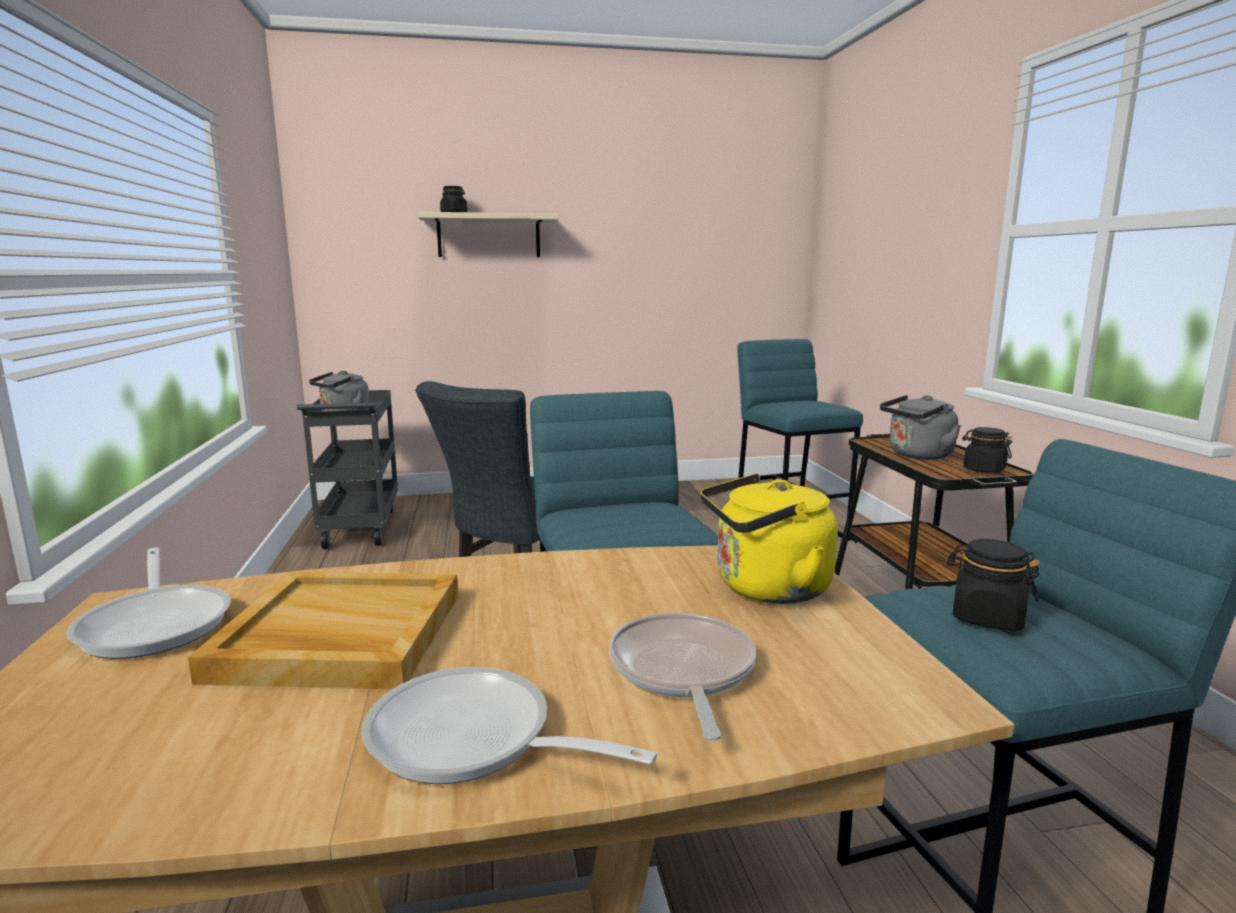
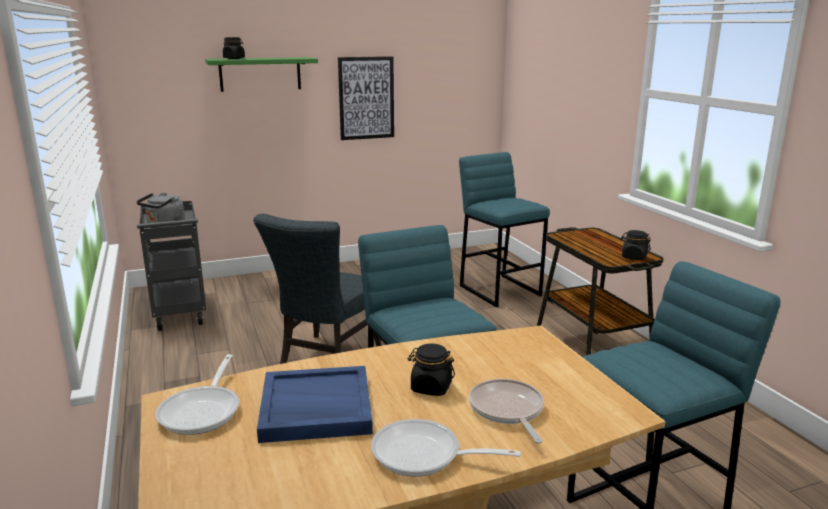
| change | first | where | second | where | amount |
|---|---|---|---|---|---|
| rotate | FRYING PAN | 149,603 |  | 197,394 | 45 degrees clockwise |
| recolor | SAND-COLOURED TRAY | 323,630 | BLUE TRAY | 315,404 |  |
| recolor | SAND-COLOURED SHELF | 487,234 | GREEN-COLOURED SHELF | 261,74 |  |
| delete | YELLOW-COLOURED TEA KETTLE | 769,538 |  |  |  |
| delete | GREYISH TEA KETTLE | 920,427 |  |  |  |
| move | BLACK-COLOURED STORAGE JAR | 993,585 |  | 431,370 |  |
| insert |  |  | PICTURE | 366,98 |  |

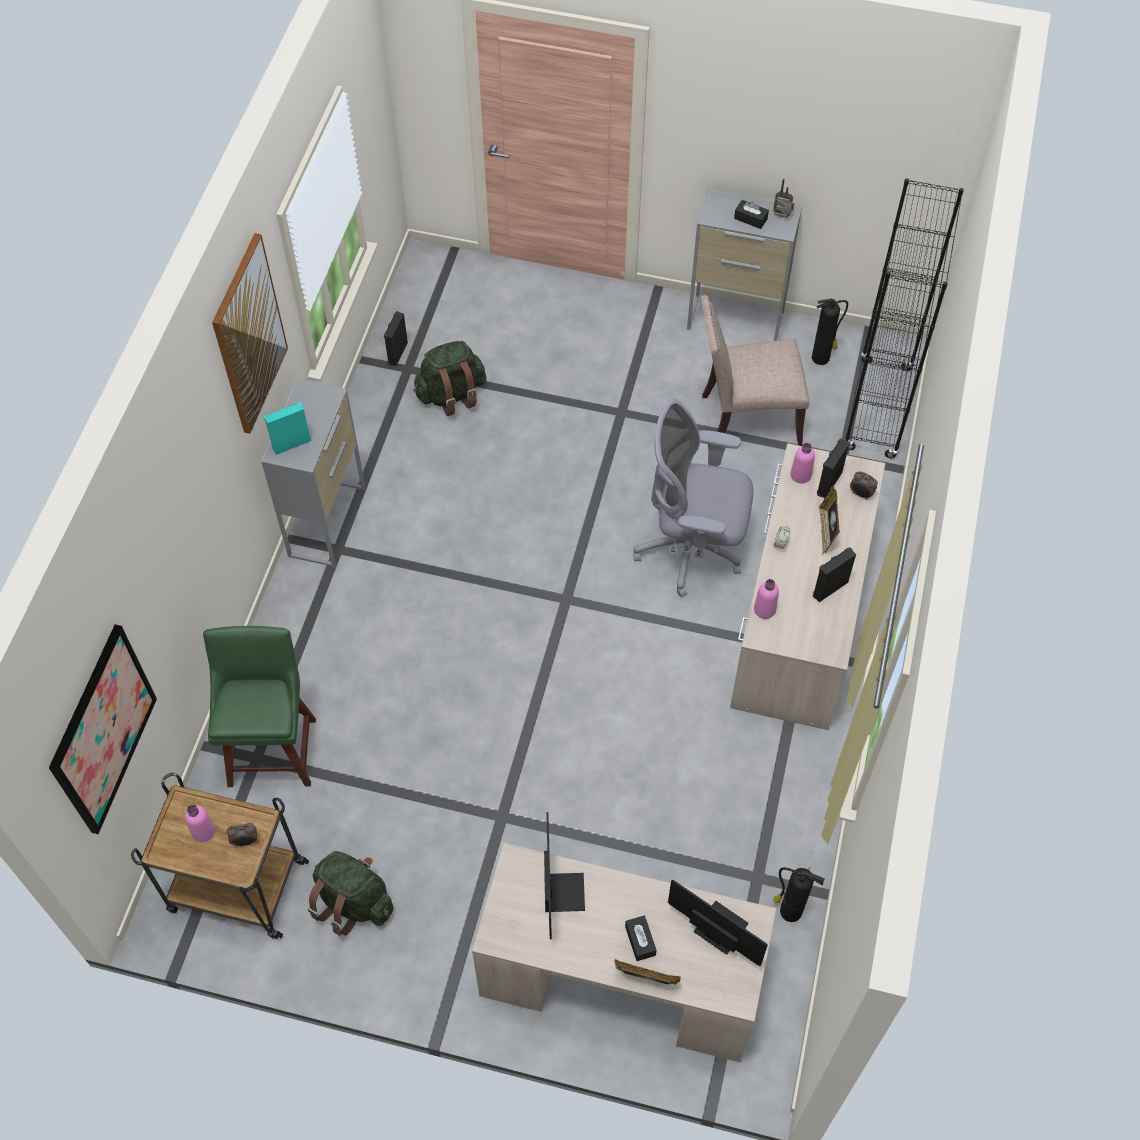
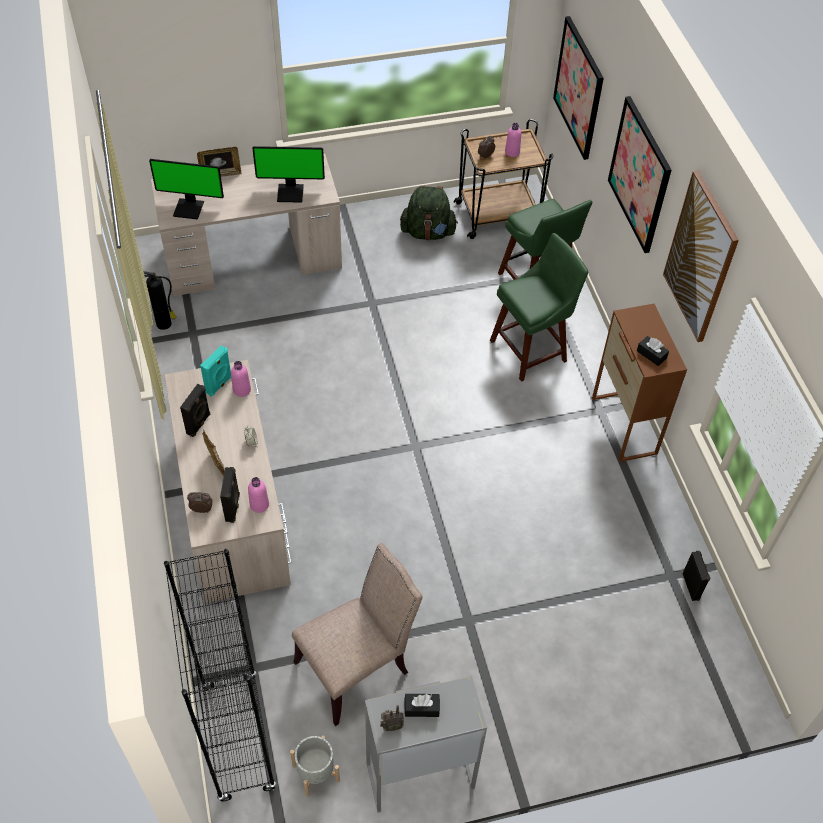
| change | first | where | second | where | amount |
|---|---|---|---|---|---|
| recolor | GREYISH CABINET | 313,473 | BROWN CABINET | 639,383 |  |
| move | TURQUOISE-COLOURED AUDIO SPEAKER | 287,428 |  | 215,371 |  |
| delete | GREEN-COLOURED KNAPSACK | 450,378 |  |  |  |
| rotate | COMPUTER DISPLAY | 564,875 |  | 288,174 | 60 degrees counterclockwise |
| move | BLACK-COLOURED TISSUE HOLDER | 640,938 |  | 653,351 |  |
| delete | GREYISH OFFICE CHAIR | 693,497 |  |  |  |
| replace | FIRE-FIGHTING CYLINDER | 830,331 | GREYISH FLOWER POT | 315,766 |  |
| insert |  |  | GREEN-COLOURED CHAIR | 539,307 |  |
| insert |  |  | PICTURE | 639,174 |  |

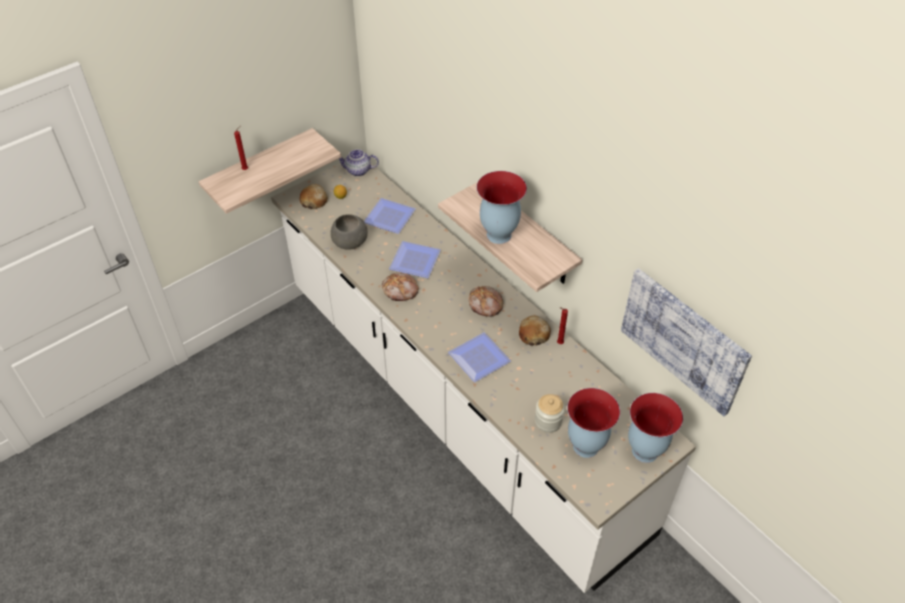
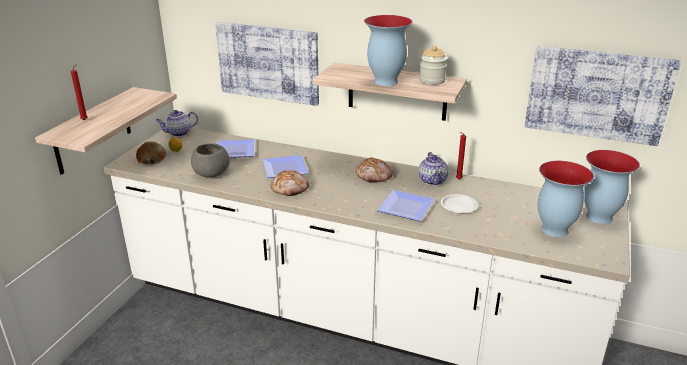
| change | first | where | second | where | amount |
|---|---|---|---|---|---|
| replace | BAKED BREAD | 535,330 | TEA POT | 433,169 |  |
| move | STORAGE JAR | 550,413 |  | 433,65 |  |
| insert |  |  | PICTURE | 267,64 |  |
| insert |  |  | WHITE-COLOURED DINNER PLATE | 459,204 |  |

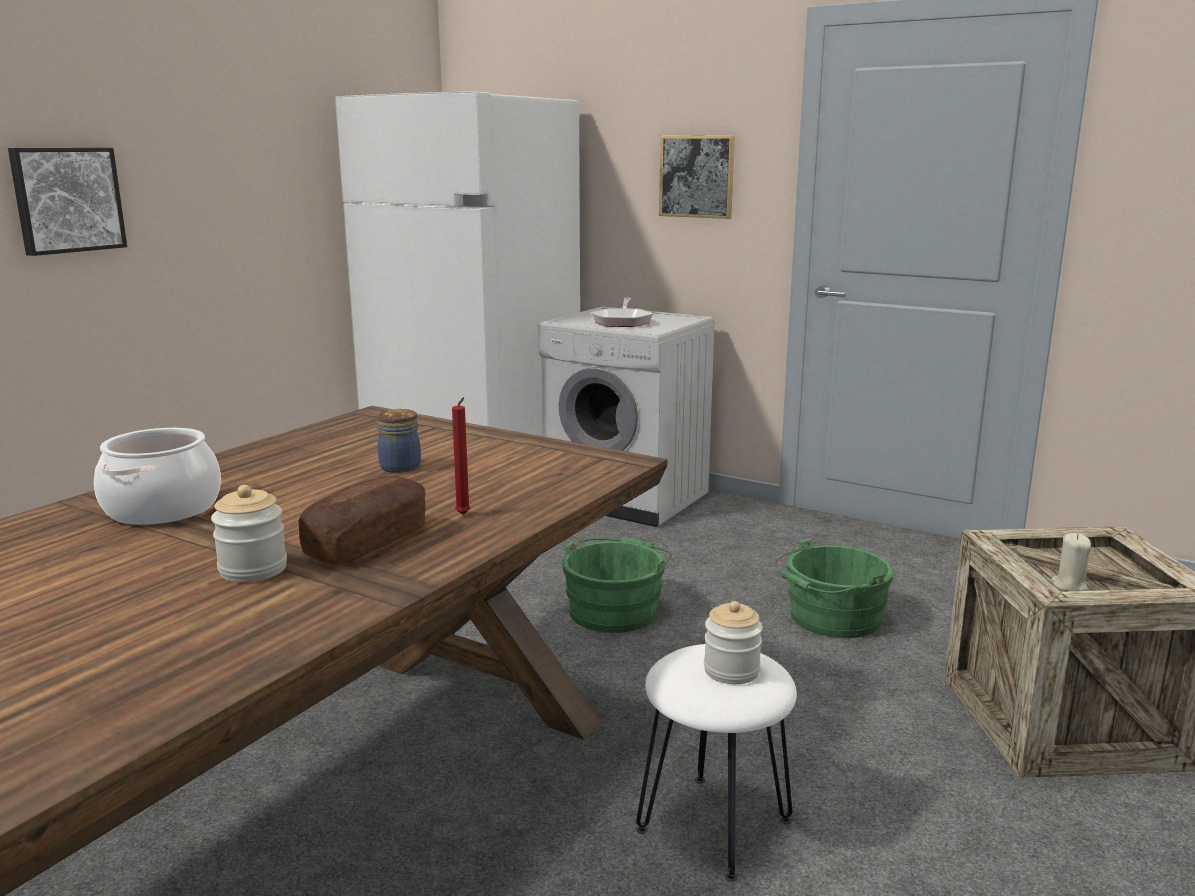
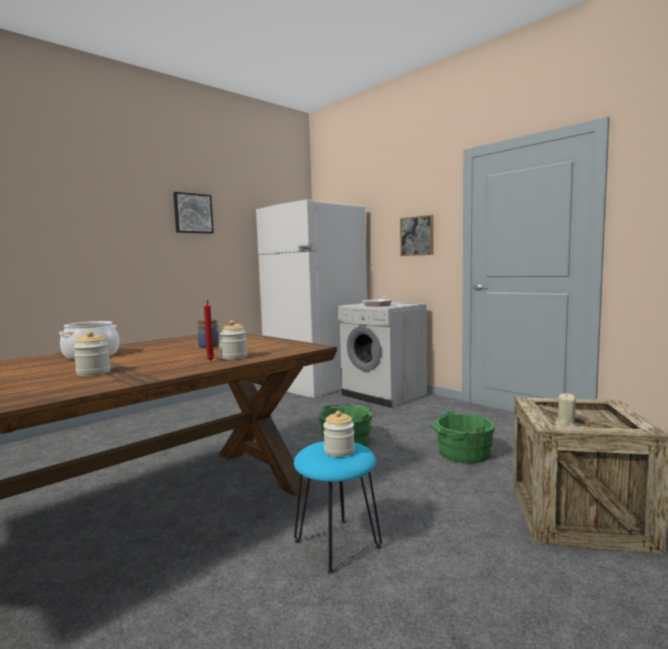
| change | first | where | second | where | amount |
|---|---|---|---|---|---|
| move | PICTURE | 67,202 |  | 193,213 |  |
| delete | BAKED BREAD | 362,520 |  |  |  |
| recolor | WHITE-COLOURED STOOL | 716,763 | TURQUOISE-COLOURED STOOL | 338,507 |  |
| insert |  |  | STORAGE JAR | 233,340 |  |

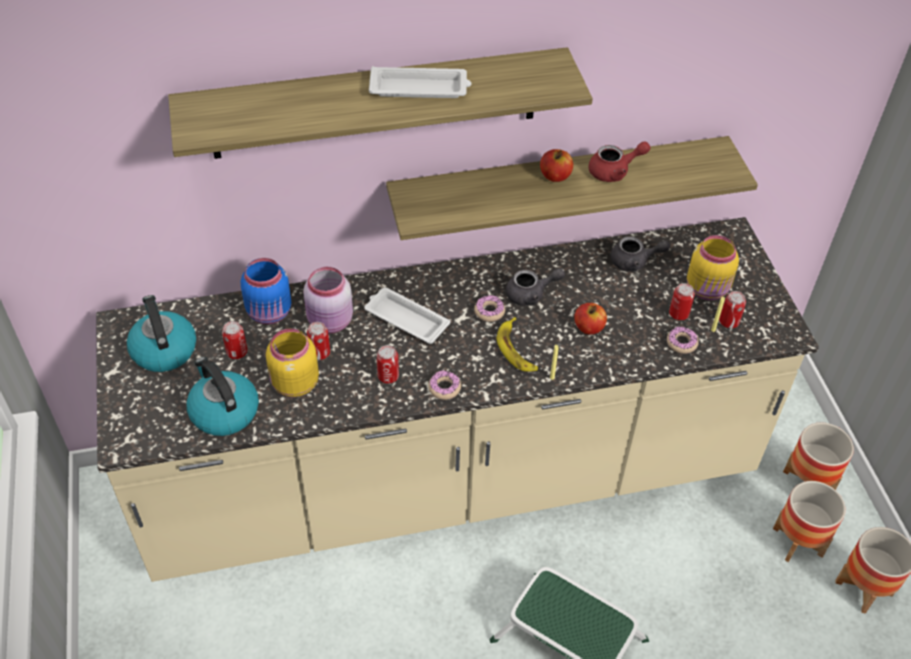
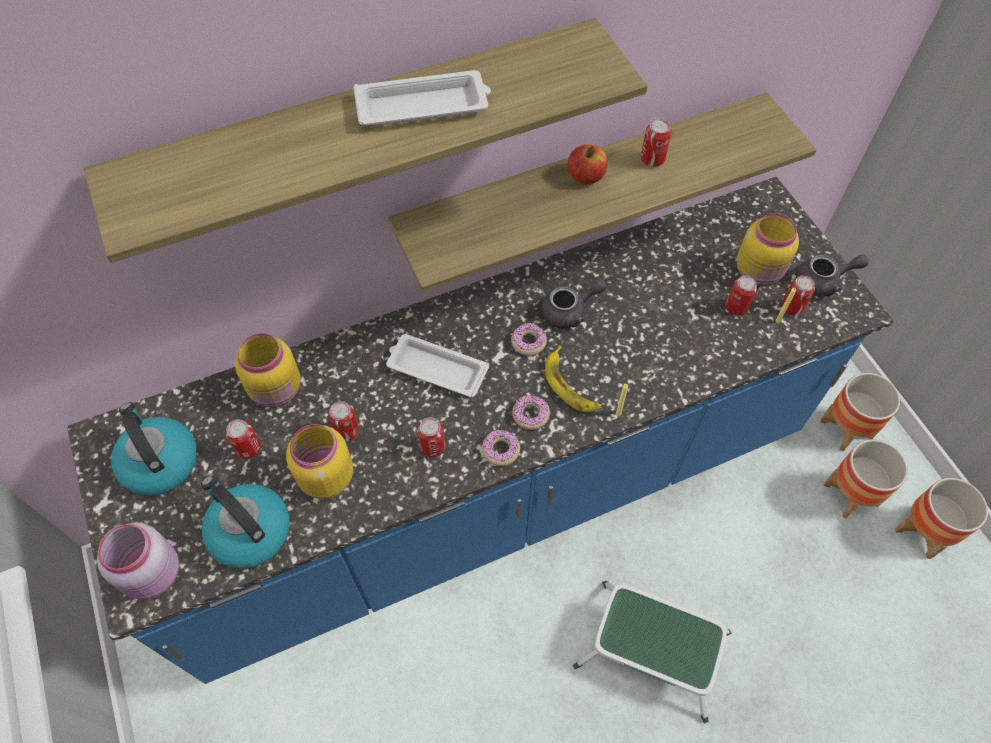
| change | first | where | second | where | amount |
|---|---|---|---|---|---|
| recolor | SAND-COLOURED KITCHEN COUNTER | 457,399 | BLUE KITCHEN COUNTER | 480,430 |  |
| recolor | BLUE STORAGE JAR | 266,291 | YELLOW-COLOURED STORAGE JAR | 267,370 |  |
| move | PINKISH STORAGE JAR | 328,300 |  | 138,561 |  |
| delete | APPLE | 590,318 |  |  |  |
| replace | RED-COLOURED TEA POT | 619,161 | CAN | 656,142 |  |
| move | GREYISH TEA POT | 640,254 |  | 832,275 |  |
| move | RING DOUGHNUT | 683,340 |  | 531,412 |  |

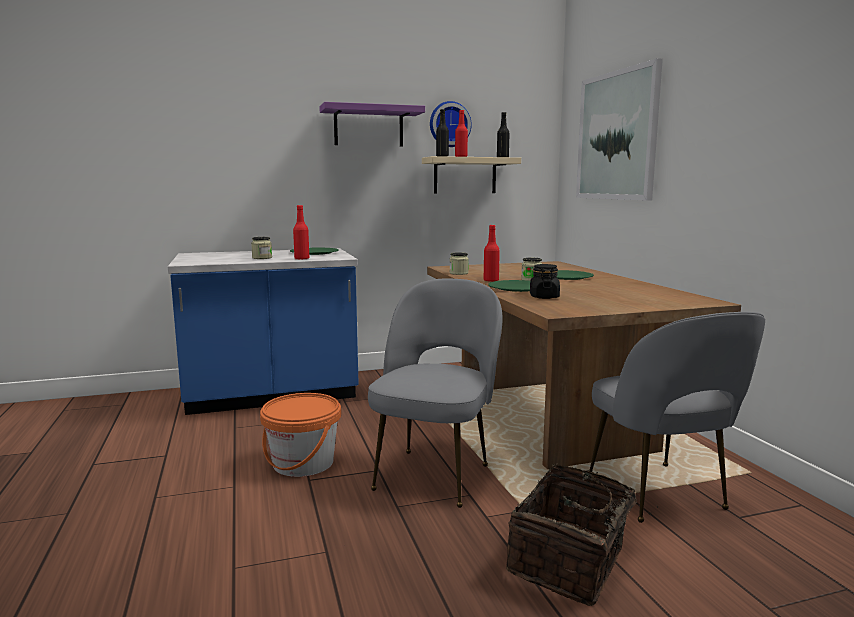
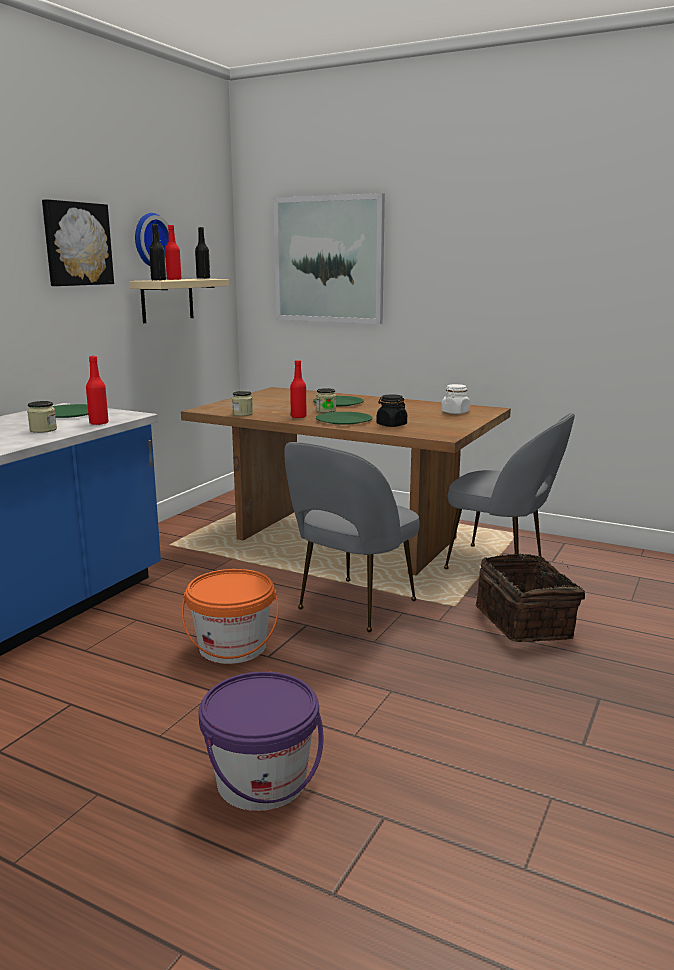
| change | first | where | second | where | amount |
|---|---|---|---|---|---|
| replace | PURPLISH SHELF | 372,124 | PICTURE | 78,242 |  |
| rotate | GREYISH CHAIR | 435,393 |  | 352,537 | 120 degrees counterclockwise |
| insert |  |  | PURPLISH BUCKET | 260,741 |  |
| insert |  |  | WHITE-COLOURED STORAGE JAR | 455,399 |  |

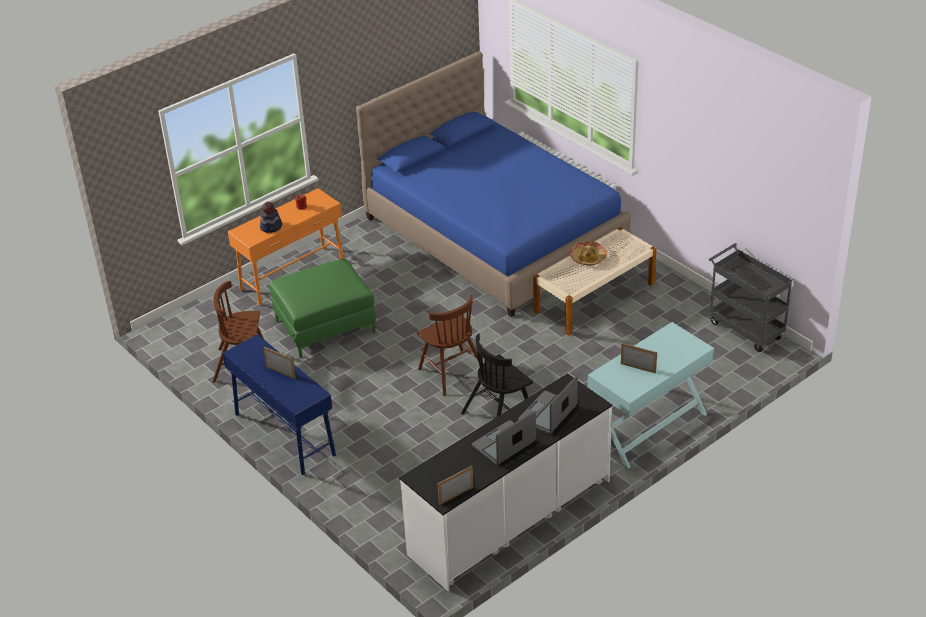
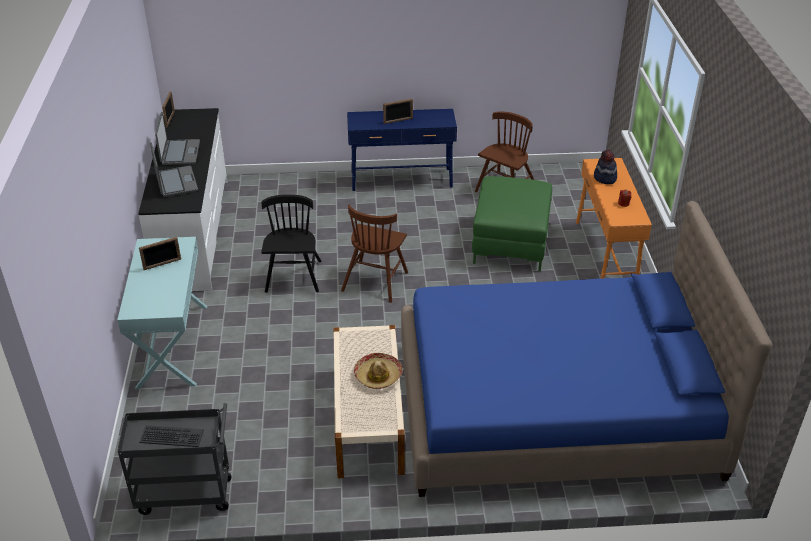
| change | first | where | second | where | amount |
|---|---|---|---|---|---|
| rotate | BROWN CHAIR | 448,345 |  | 374,253 | 75 degrees counterclockwise |

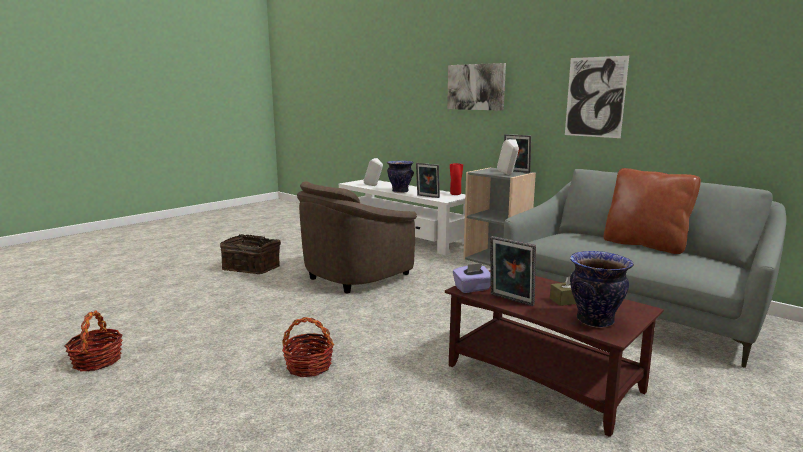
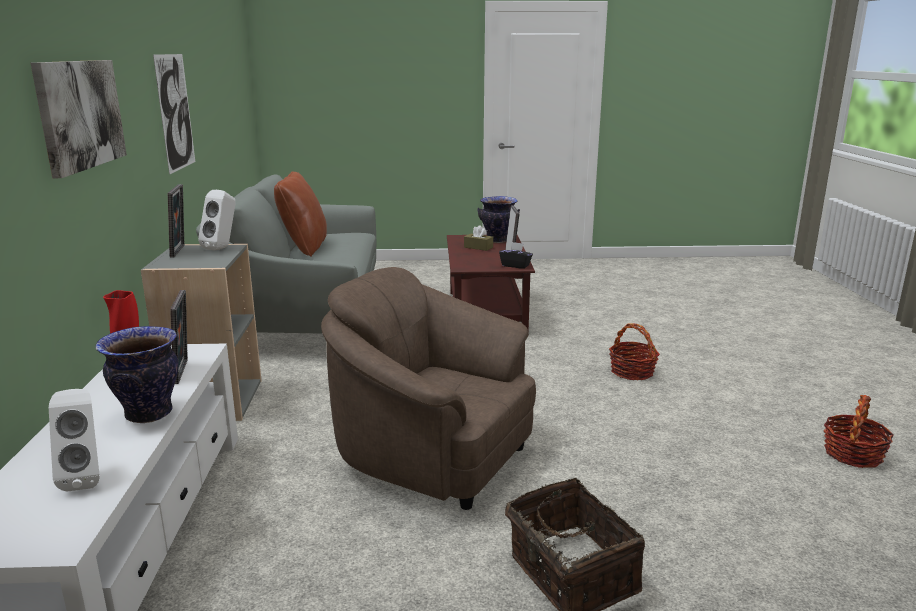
| change | first | where | second | where | amount |
|---|---|---|---|---|---|
| rotate | BROWN ARMCHAIR | 357,237 |  | 428,388 | 150 degrees counterclockwise |
| recolor | PURPLISH TISSUE HOLDER | 472,278 | BLACK-COLOURED TISSUE HOLDER | 516,255 |  |

